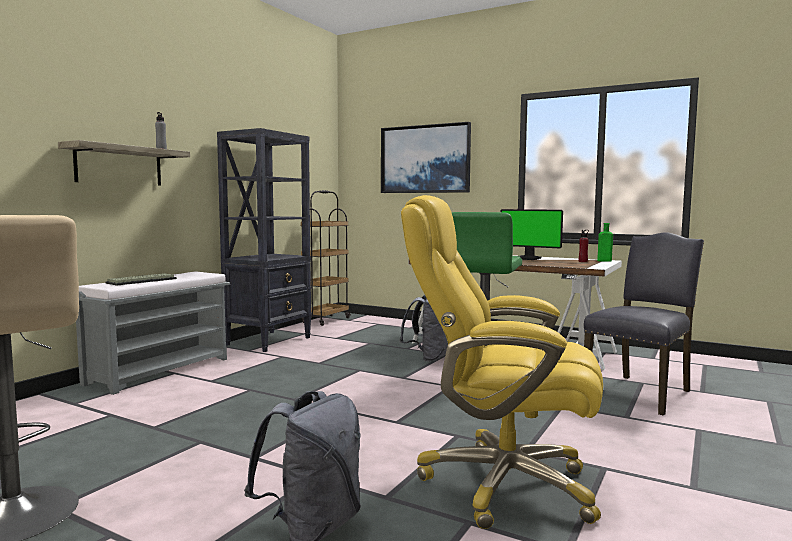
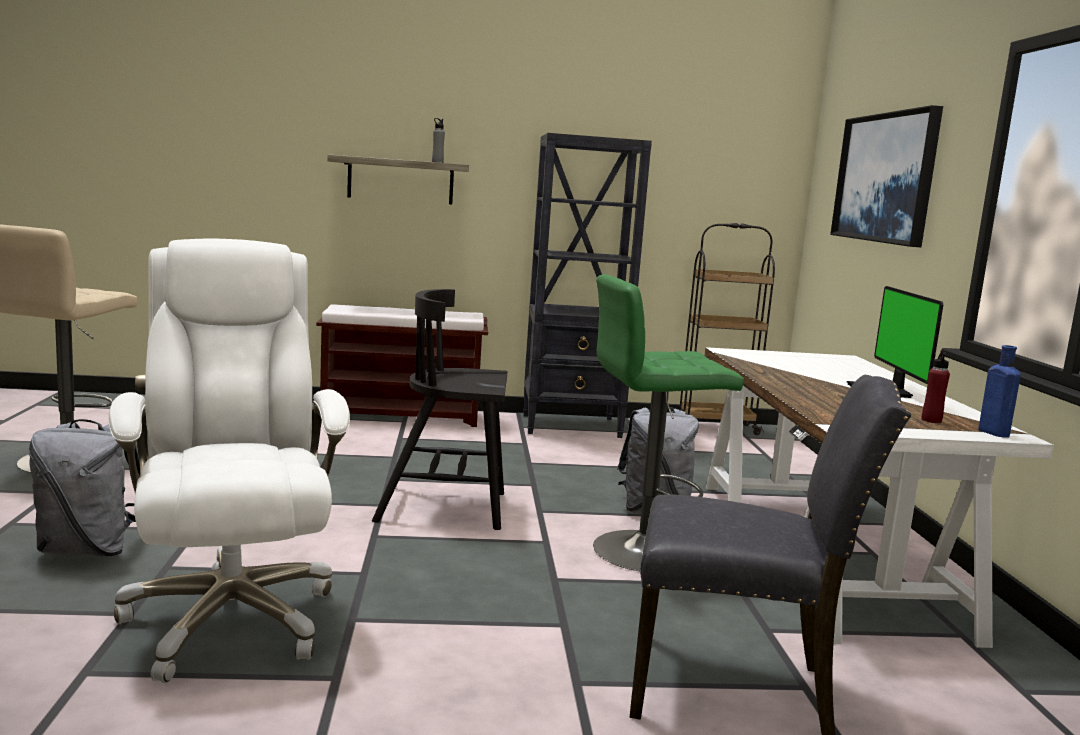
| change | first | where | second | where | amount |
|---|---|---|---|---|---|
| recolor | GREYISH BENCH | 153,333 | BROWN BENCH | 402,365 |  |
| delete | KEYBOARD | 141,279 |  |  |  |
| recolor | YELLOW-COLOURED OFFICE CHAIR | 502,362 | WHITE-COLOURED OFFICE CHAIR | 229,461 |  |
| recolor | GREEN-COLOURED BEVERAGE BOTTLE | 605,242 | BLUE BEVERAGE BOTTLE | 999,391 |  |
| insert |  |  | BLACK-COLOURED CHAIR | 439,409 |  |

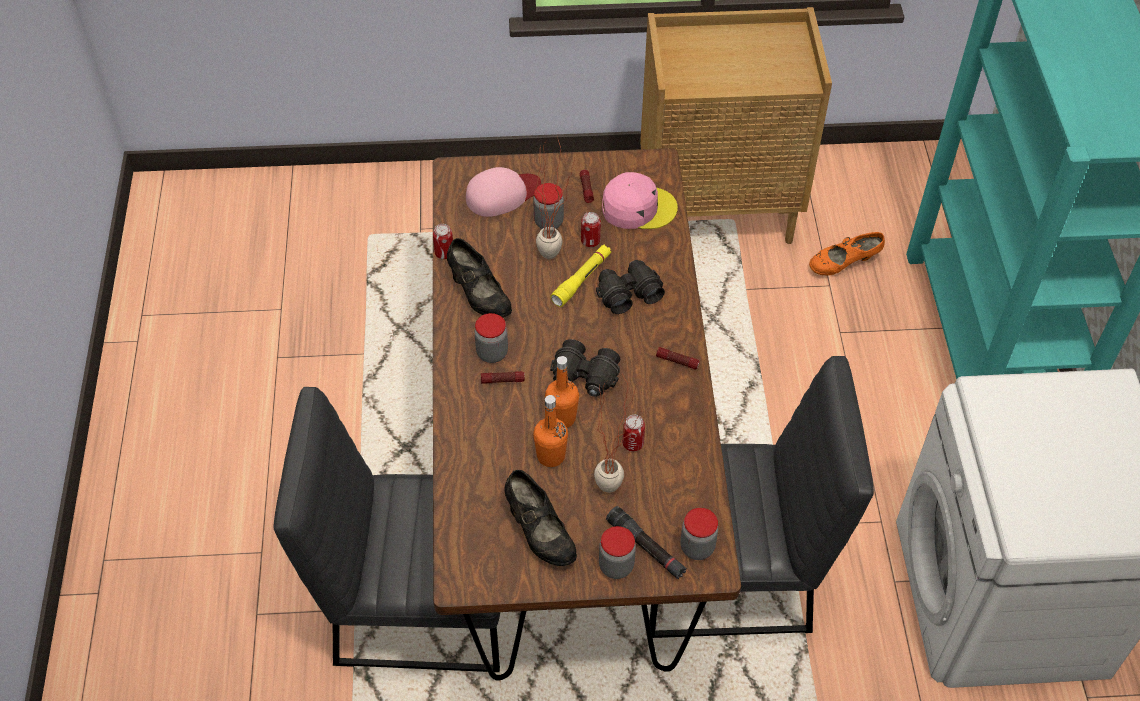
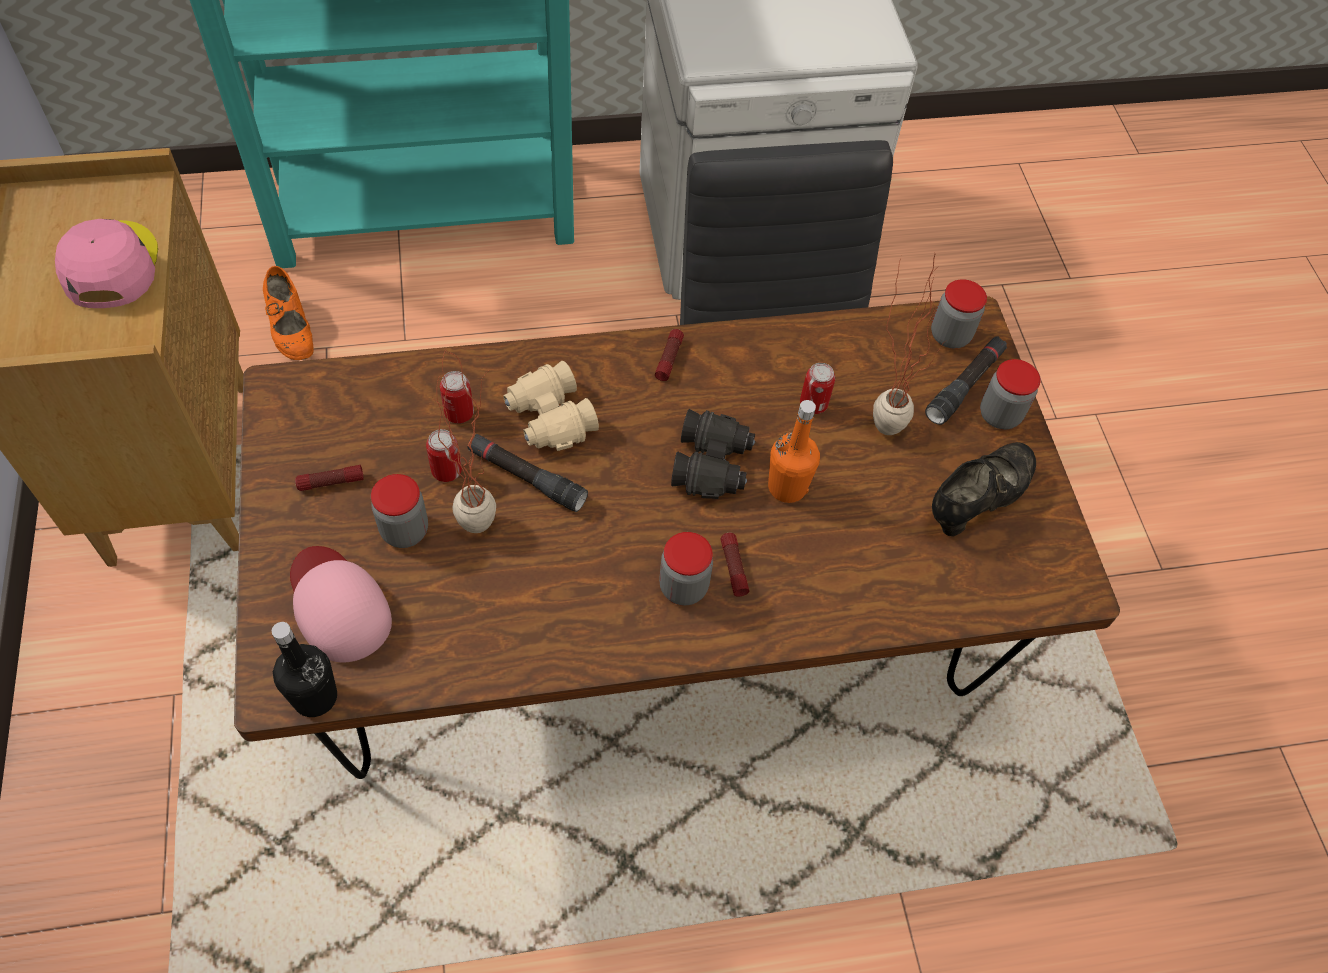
| change | first | where | second | where | amount |
|---|---|---|---|---|---|
| delete | GREYISH CHAIR | 386,529 |  |  |  |
| move | CAN | 443,241 |  | 457,397 |  |
| delete | BLACK-COLOURED LOW SHOE | 479,278 |  |  |  |
| delete | ORANGE-COLOURED BEVERAGE BOTTLE | 550,431 |  |  |  |
| recolor | YELLOW-COLOURED HAND TORCH | 580,276 | BLACK-COLOURED HAND TORCH | 527,473 |  |
| recolor | BLACK-COLOURED FIELD GLASSES | 630,287 | SAND-COLOURED FIELD GLASSES | 551,406 |  |
| move | PINKISH BASEBALL CAP | 640,200 |  | 106,263 |  |
| insert |  |  | BLACK-COLOURED BEVERAGE BOTTLE | 304,669 |  |

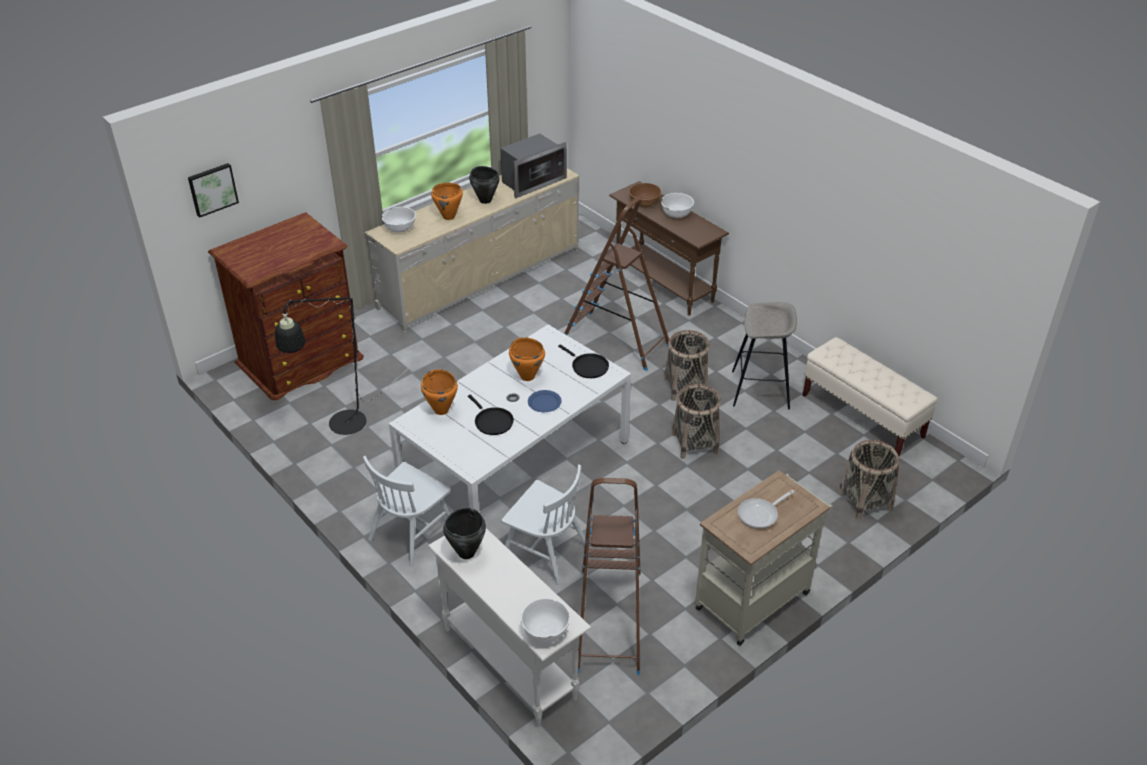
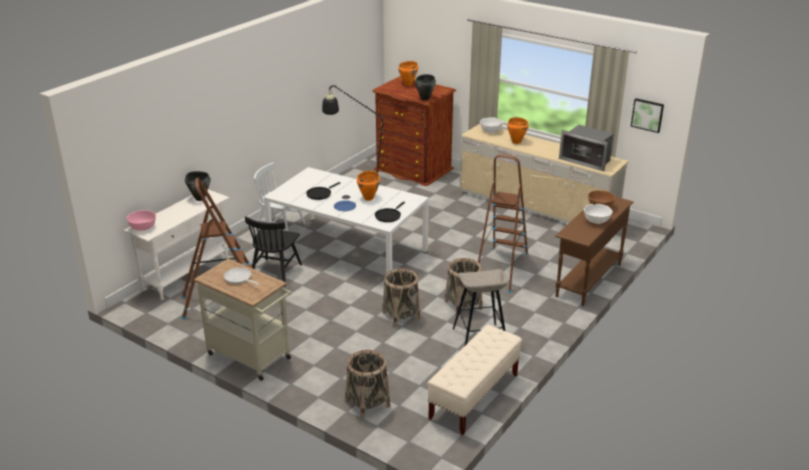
| change | first | where | second | where | amount |
|---|---|---|---|---|---|
| move | PICTURE | 213,190 |  | 647,115 |  |
| move | ORANGE-COLOURED SAUCEPOT | 439,392 |  | 408,73 |  |
| move | BLACK-COLOURED SAUCEPOT | 484,185 |  | 425,87 |  |
| recolor | WHITE-COLOURED CHAIR | 543,524 | BLACK-COLOURED CHAIR | 273,251 |  |
| recolor | WHITE-COLOURED SERVING BOWL | 545,620 | PINKISH SERVING BOWL | 141,220 |  |

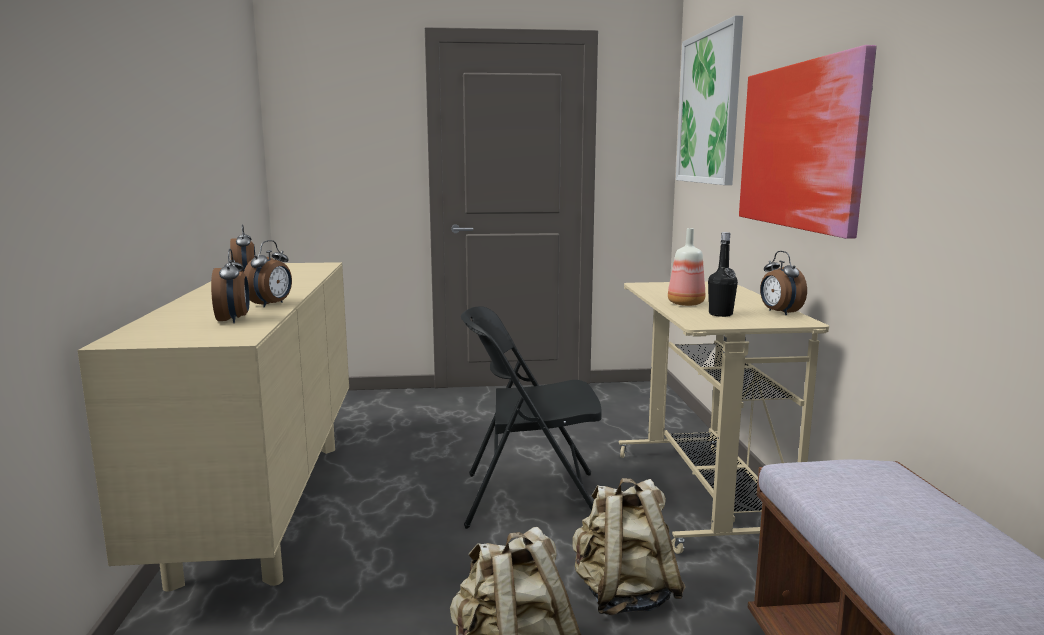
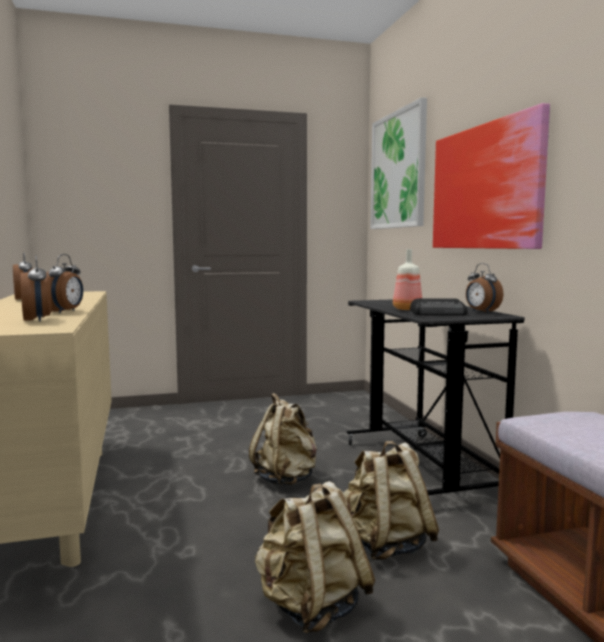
| change | first | where | second | where | amount |
|---|---|---|---|---|---|
| replace | BLACK-COLOURED CHAIR | 531,417 | SAND-COLOURED KNAPSACK | 283,439 |  |
| recolor | SAND-COLOURED DESK TABLE | 724,417 | BLACK-COLOURED DESK TABLE | 436,397 |  |
| replace | BLACK-COLOURED BEVERAGE BOTTLE | 723,274 | RADIO | 438,306 |  |

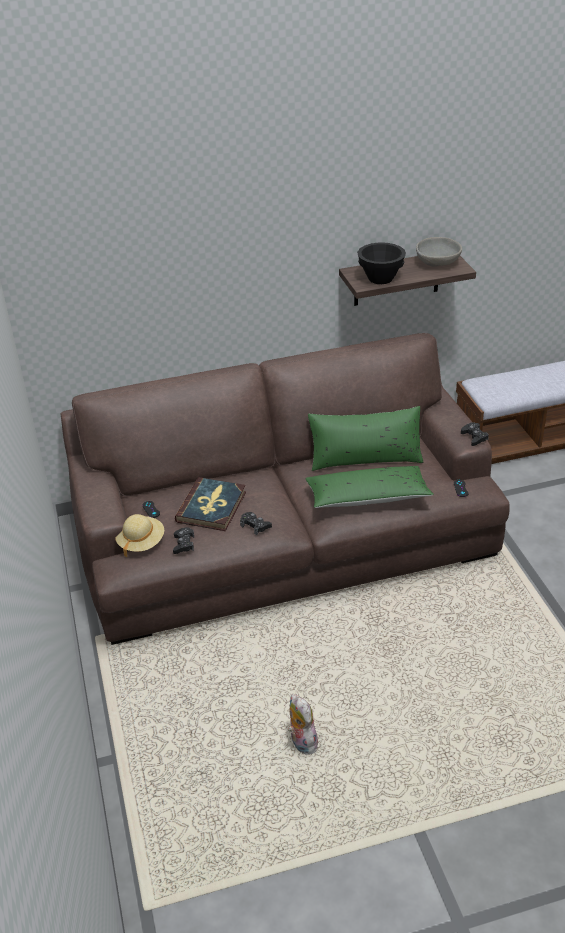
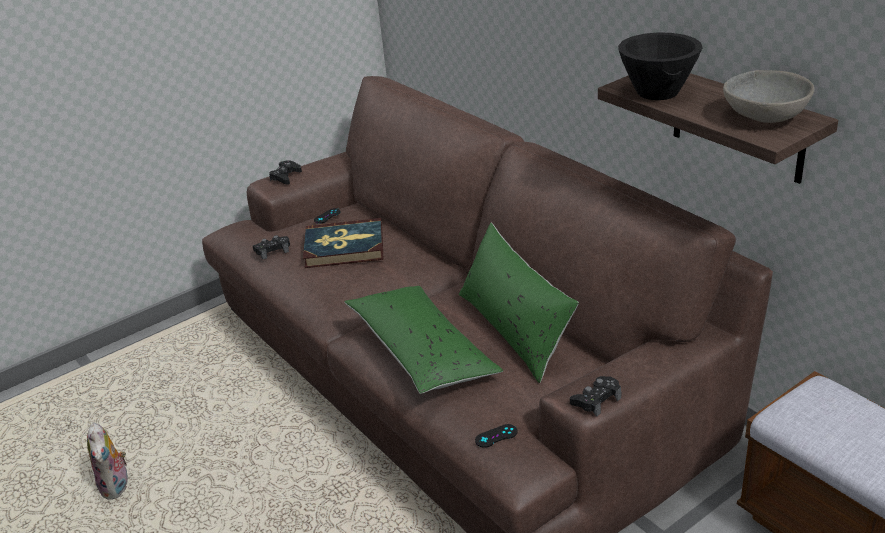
| change | first | where | second | where | amount |
|---|---|---|---|---|---|
| delete | SAND-COLOURED HAT | 139,536 |  |  |  |
| move | BLACK-COLOURED GAME CONTROLLER | 256,523 |  | 285,172 |  |
| rotate | CUDDLY TOY | 303,724 |  | 107,461 | 120 degrees clockwise |

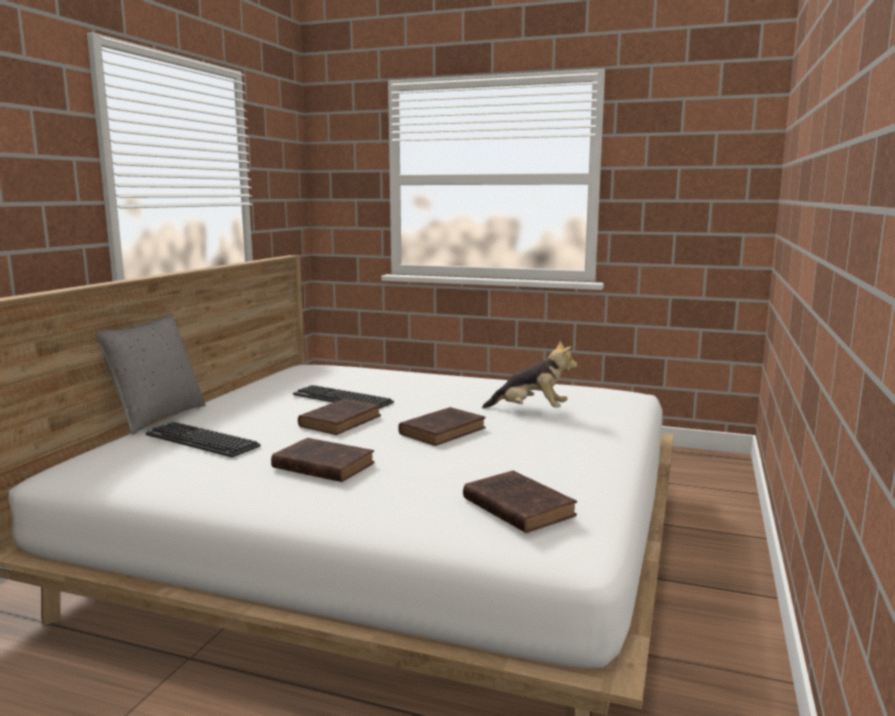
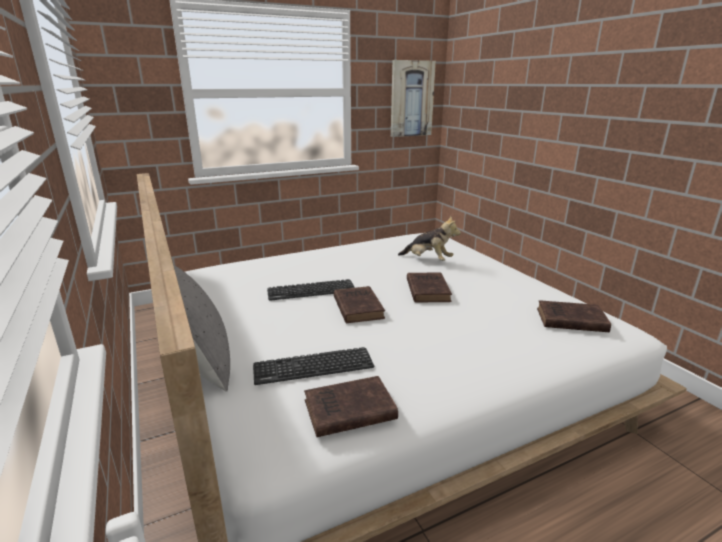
| change | first | where | second | where | amount |
|---|---|---|---|---|---|
| move | BROWN VOLUME | 323,460 |  | 351,407 |  |
| rotate | CUDDLY TOY | 529,374 |  | 429,238 | 60 degrees clockwise |
| insert |  |  | PICTURE | 413,98 |  |

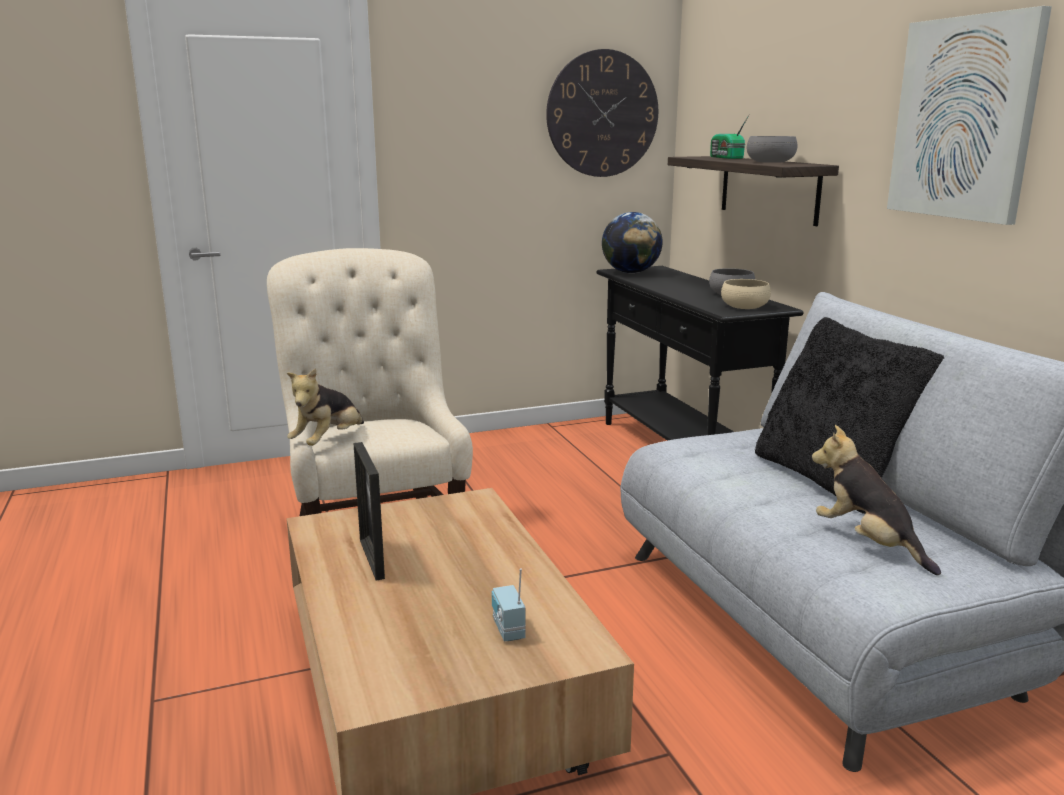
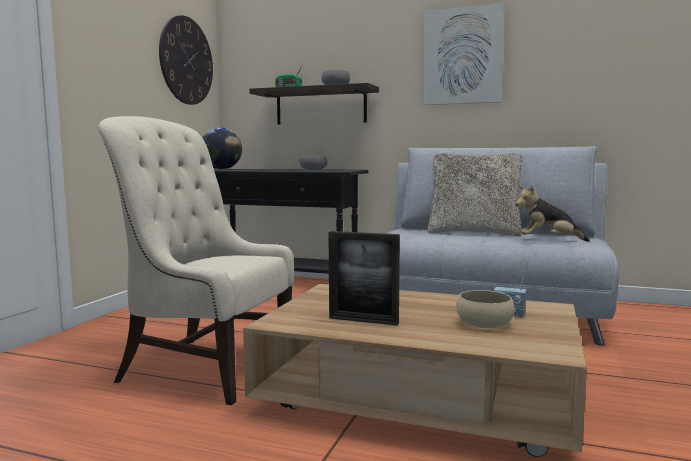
| change | first | where | second | where | amount |
|---|---|---|---|---|---|
| delete | CUDDLY TOY | 325,407 |  |  |  |
| move | SAND-COLOURED SERVING BOWL | 746,294 |  | 485,309 |  |
| recolor | BLACK-COLOURED THROW PILLOW | 849,415 | SAND-COLOURED THROW PILLOW | 475,195 |  |

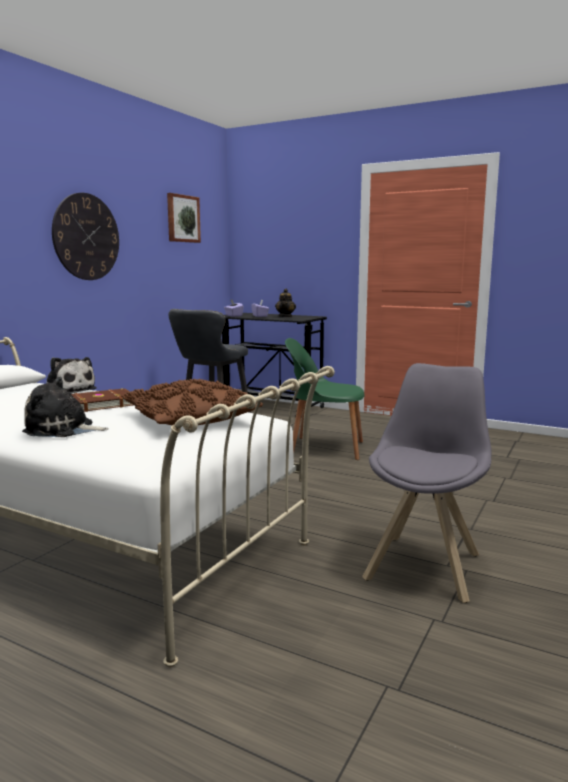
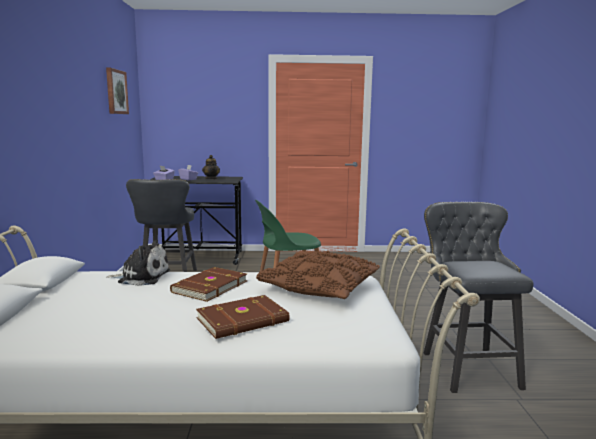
| change | first | where | second | where | amount |
|---|---|---|---|---|---|
| replace | CUDDLY TOY | 65,407 | BROWN VOLUME | 243,317 |  |
| delete | CLOCK ON THE WALL | 85,236 |  |  |  |
| replace | GREYISH CHAIR | 426,483 | GREYISH STOOL | 479,297 |  |

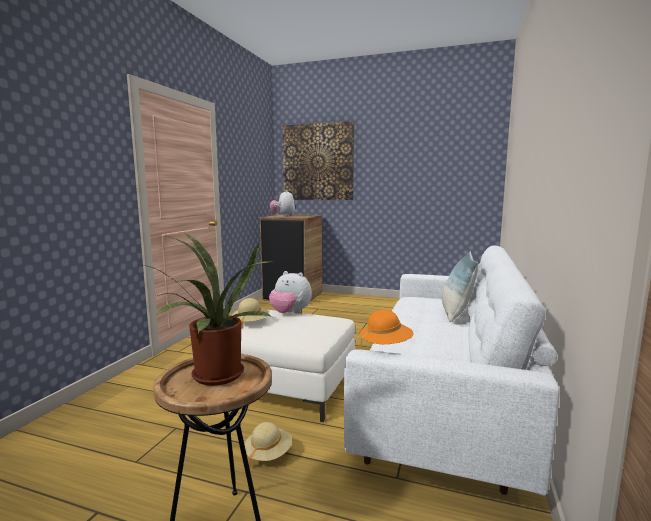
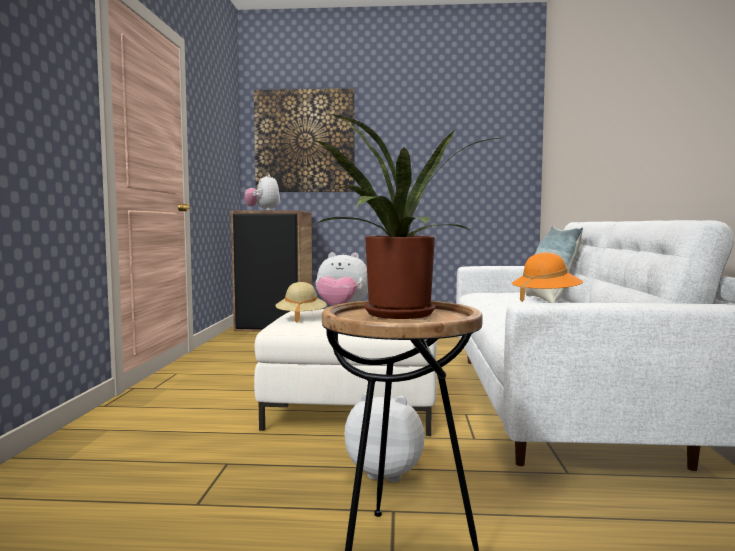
| change | first | where | second | where | amount |
|---|---|---|---|---|---|
| replace | SAND-COLOURED HAT | 268,444 | CUDDLY TOY | 384,437 |  |

